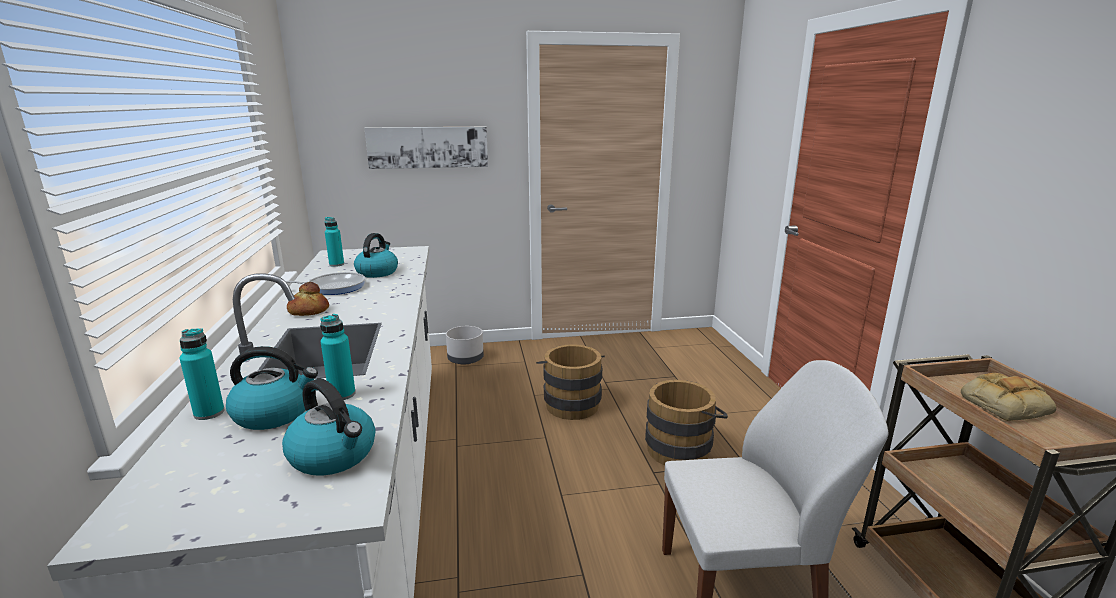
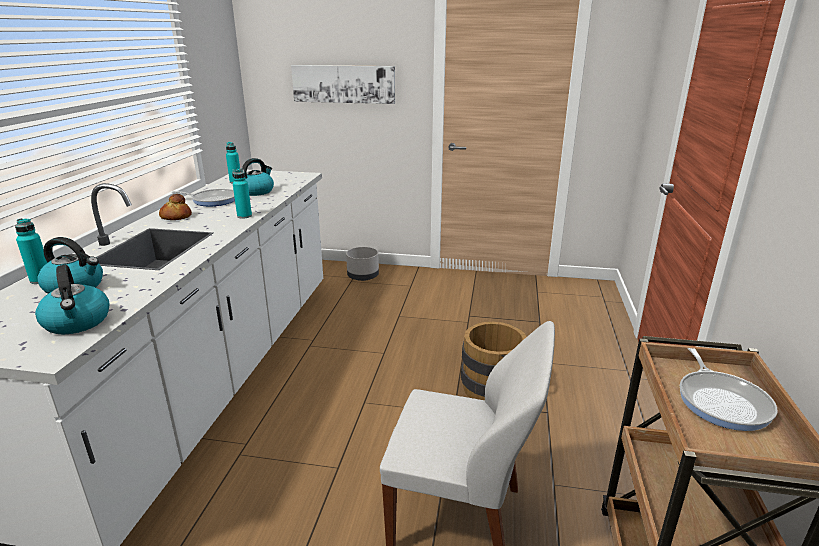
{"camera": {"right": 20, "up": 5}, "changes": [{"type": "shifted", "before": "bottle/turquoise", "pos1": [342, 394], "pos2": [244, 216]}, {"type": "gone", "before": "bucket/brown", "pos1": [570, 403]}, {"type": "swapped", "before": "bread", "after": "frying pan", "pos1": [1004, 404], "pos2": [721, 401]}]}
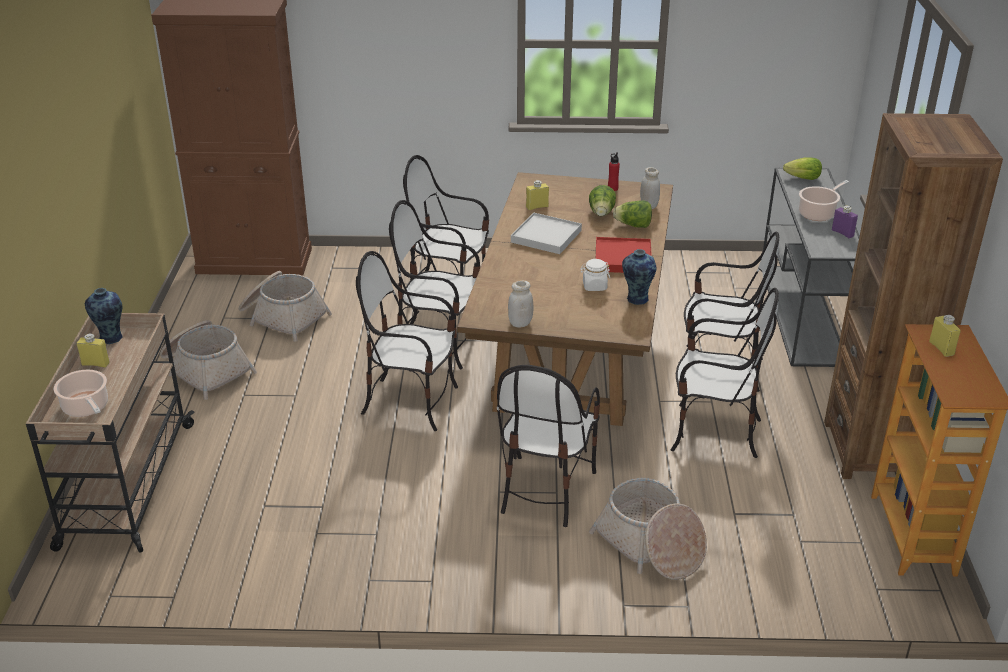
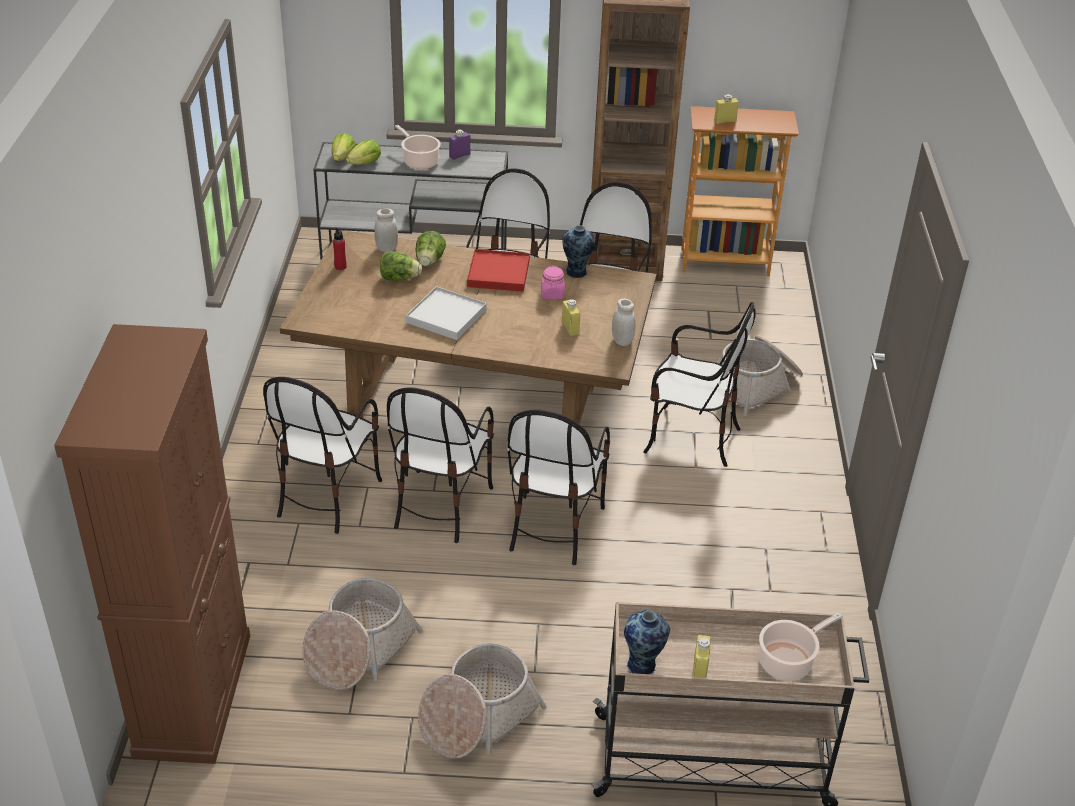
{"camera": {"right": -90, "up": 5}, "changes": [{"type": "shifted", "before": "bottle/yellow", "pos1": [537, 207], "pos2": [570, 328]}, {"type": "repainted", "before": "jar/white", "after": "jar/pink", "pos1": [594, 286], "pos2": [552, 294]}, {"type": "new", "after": "lettuce", "pos2": [365, 163]}]}
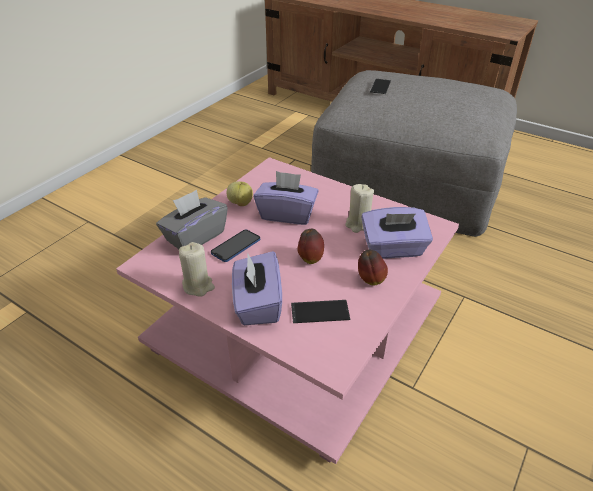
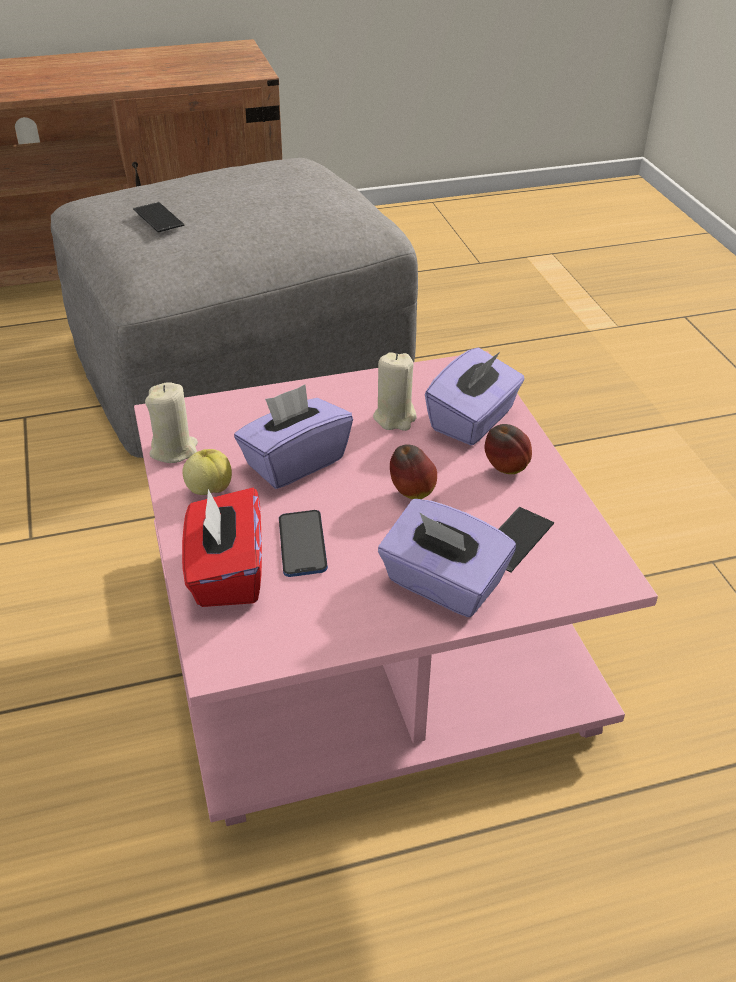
{"camera": {"right": -50, "up": 0}, "changes": [{"type": "repainted", "before": "tissue box/grey", "after": "tissue box/red", "pos1": [195, 236], "pos2": [226, 573]}, {"type": "shifted", "before": "candle/beige", "pos1": [198, 285], "pos2": [174, 450]}]}
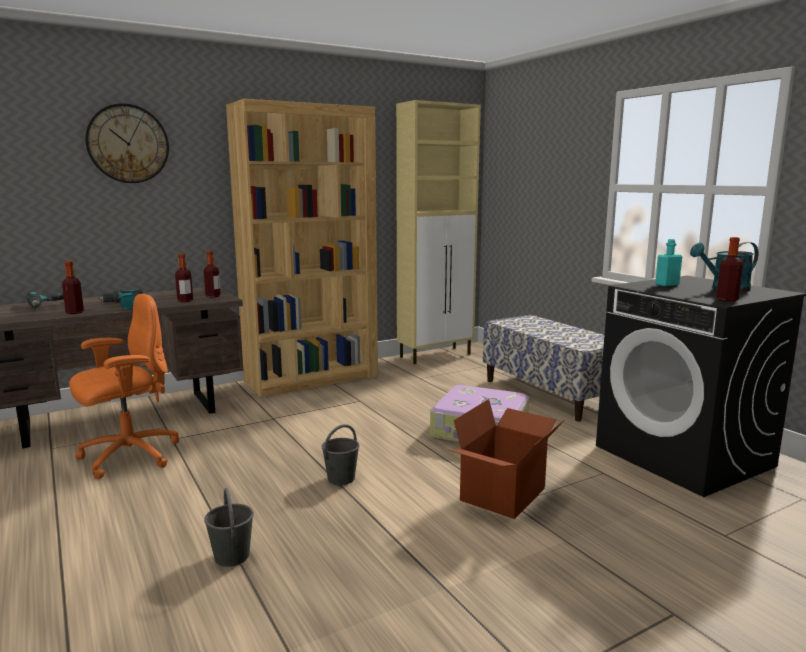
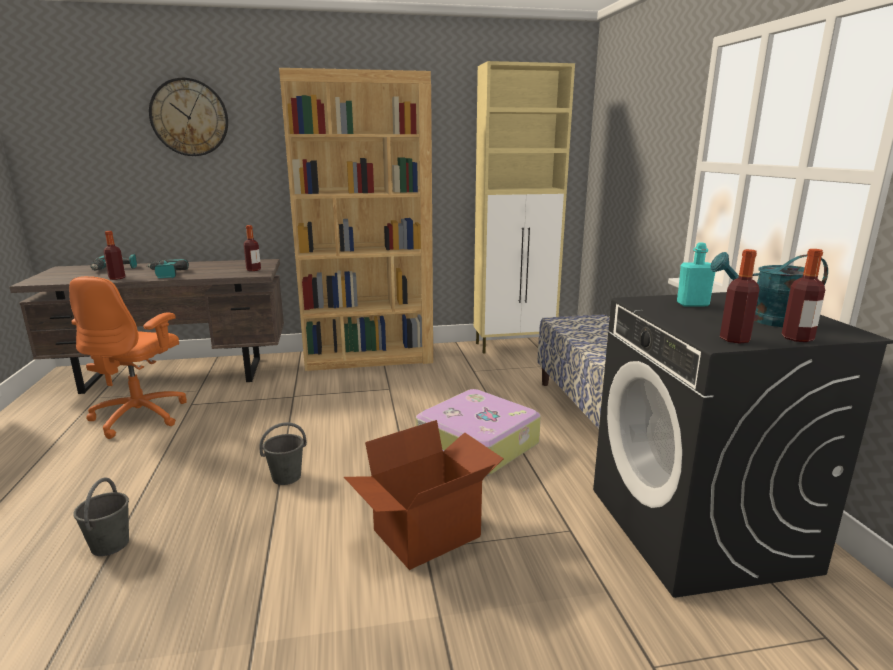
{"camera": {"right": 20, "up": 5}, "changes": [{"type": "rotated", "before": "office chair/orange", "pos1": [128, 456], "pos2": [141, 416], "turn": 120}, {"type": "shifted", "before": "bottle", "pos1": [185, 301], "pos2": [797, 338]}]}
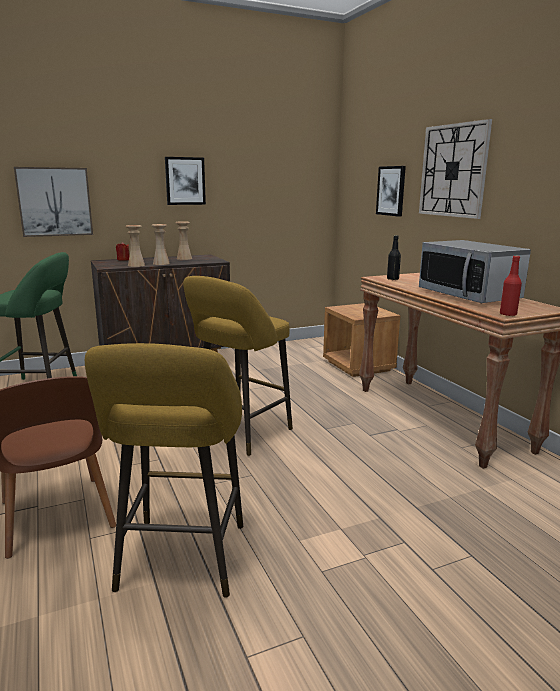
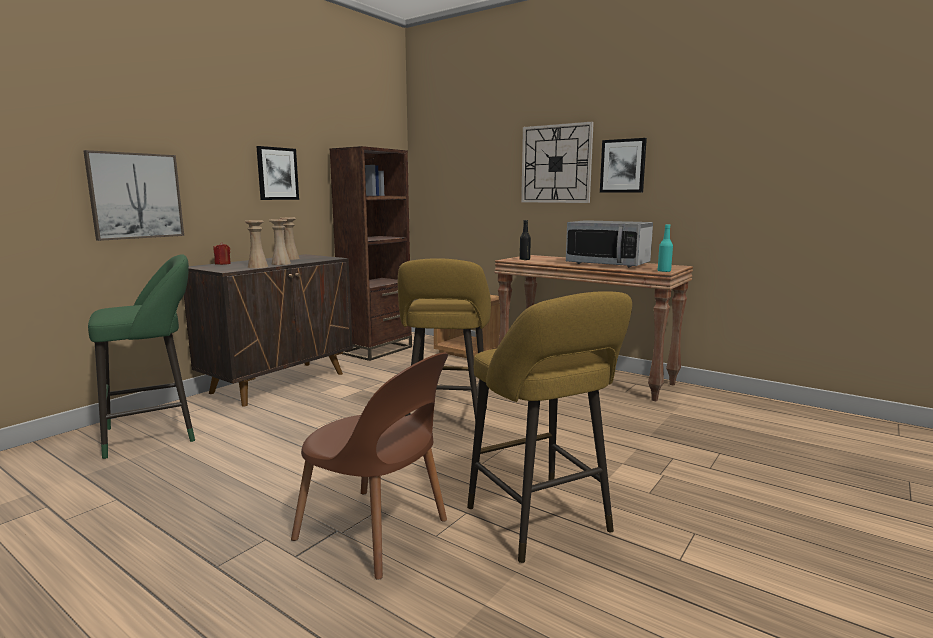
{"camera": {"right": -30, "up": -5}, "changes": [{"type": "shifted", "before": "picture", "pos1": [391, 191], "pos2": [623, 166]}, {"type": "repainted", "before": "bottle/red", "after": "bottle/turquoise", "pos1": [508, 314], "pos2": [664, 271]}, {"type": "new", "after": "bookcase/brown", "pos2": [376, 350]}]}
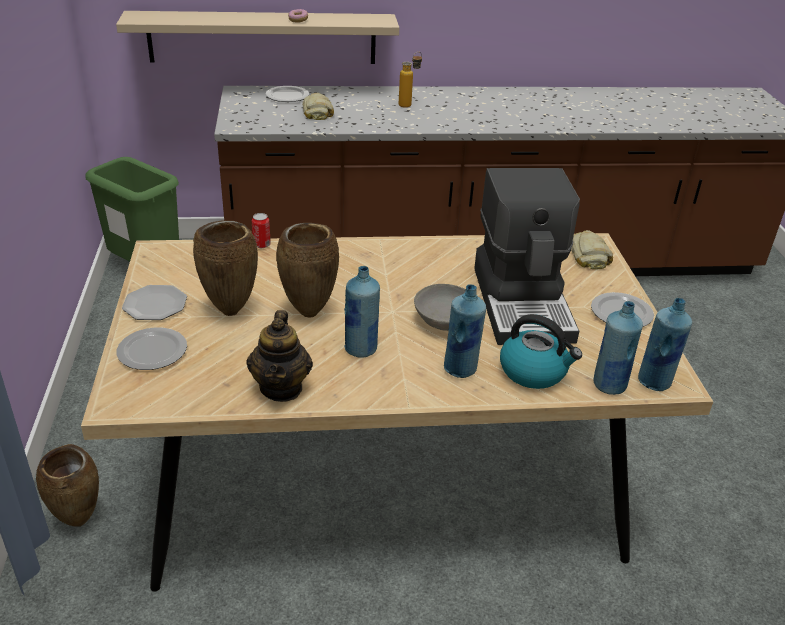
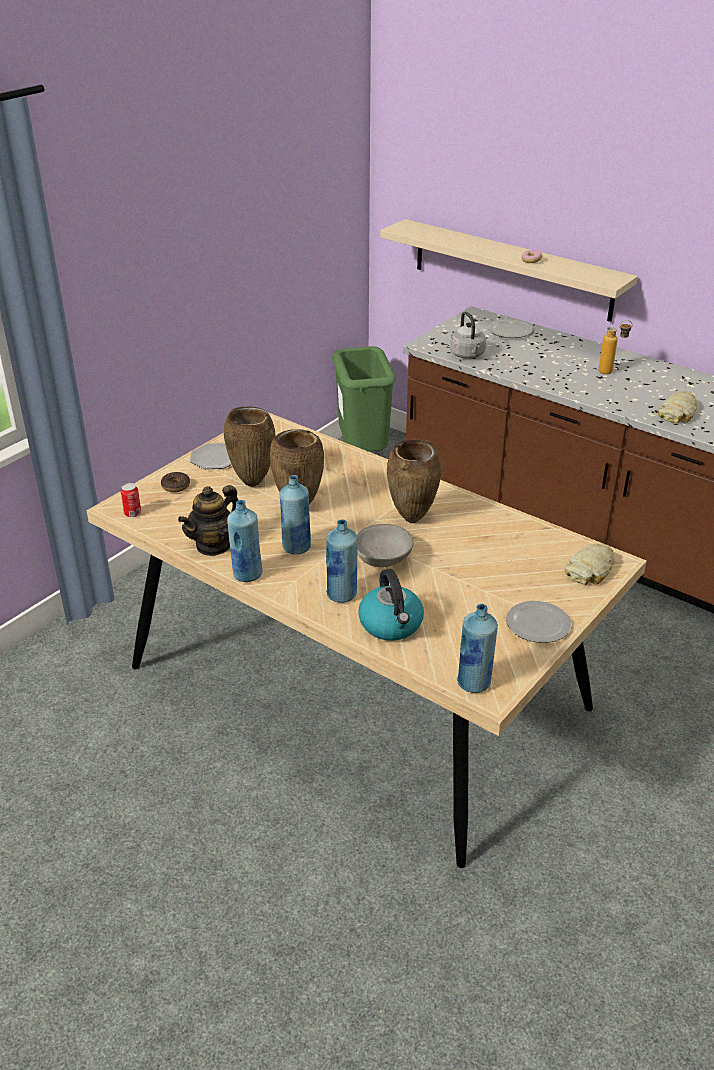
{"camera": {"right": 45, "up": 0}, "changes": [{"type": "shifted", "before": "vase/brown", "pos1": [80, 521], "pos2": [412, 520]}, {"type": "swapped", "before": "plate", "after": "donut", "pos1": [152, 350], "pos2": [175, 486]}, {"type": "shifted", "before": "can", "pos1": [261, 244], "pos2": [132, 513]}, {"type": "shifted", "before": "bread", "pos1": [318, 112], "pos2": [678, 412]}, {"type": "gone", "before": "coffee machine", "pos1": [524, 303]}, {"type": "shifted", "before": "bottle/blue", "pos1": [609, 385], "pos2": [247, 574]}, {"type": "new", "after": "kettle/grey", "pos2": [468, 355]}]}
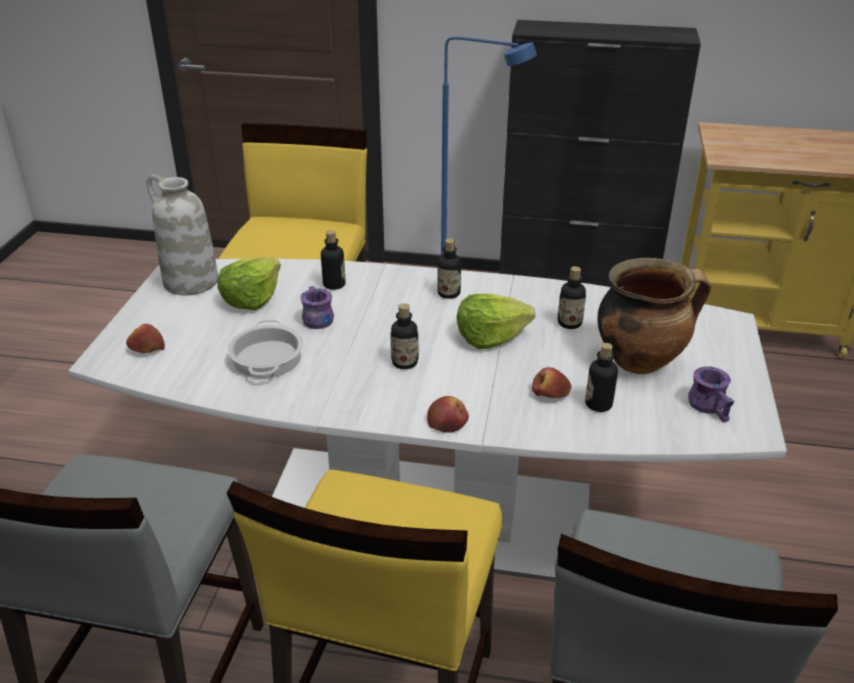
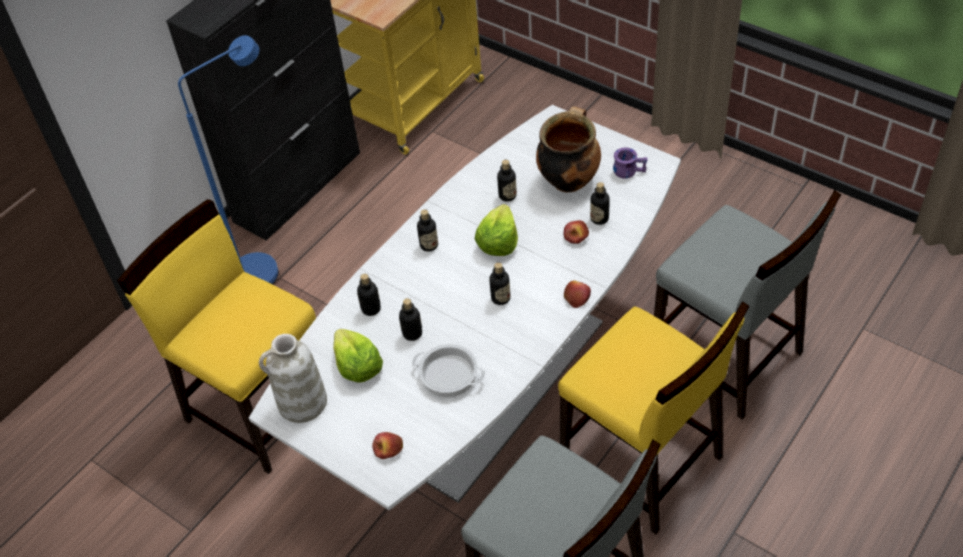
{"camera": {"right": -60, "up": 15}, "changes": [{"type": "swapped", "before": "mug/purple", "after": "bottle", "pos1": [315, 318], "pos2": [412, 333]}]}
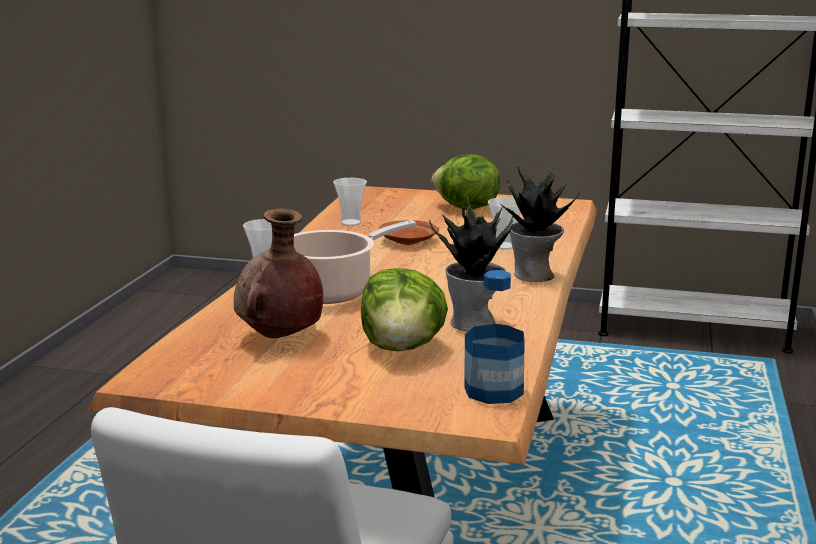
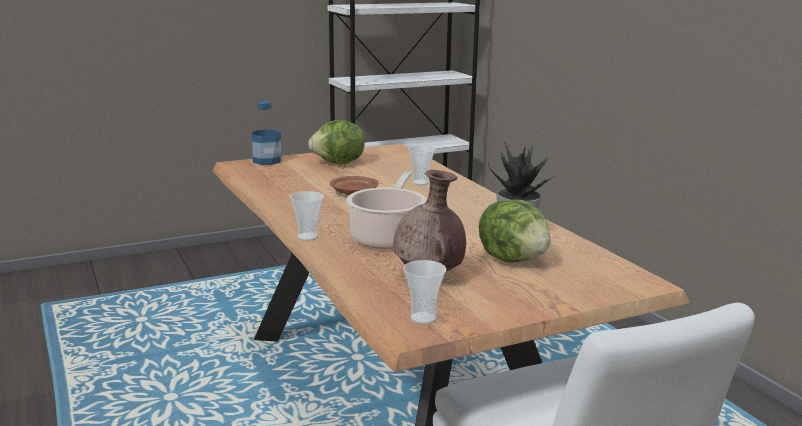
{"camera": {"right": -40, "up": 0}, "changes": [{"type": "shifted", "before": "cup", "pos1": [350, 223], "pos2": [423, 318]}, {"type": "shifted", "before": "bottle", "pos1": [493, 391], "pos2": [267, 161]}, {"type": "gone", "before": "potted plant", "pos1": [534, 276]}]}
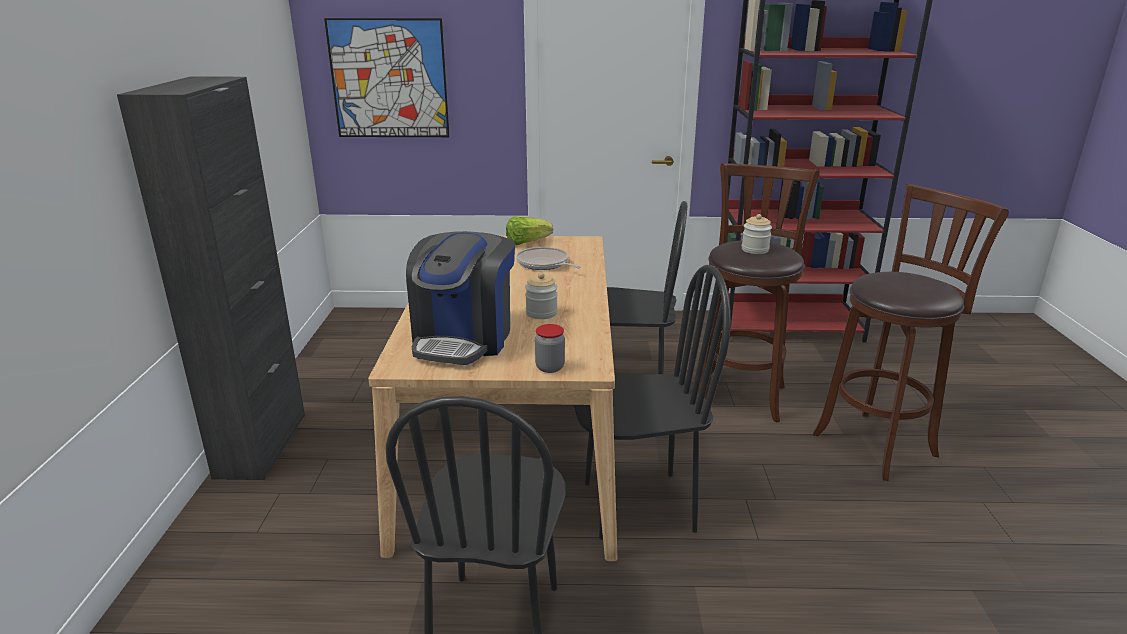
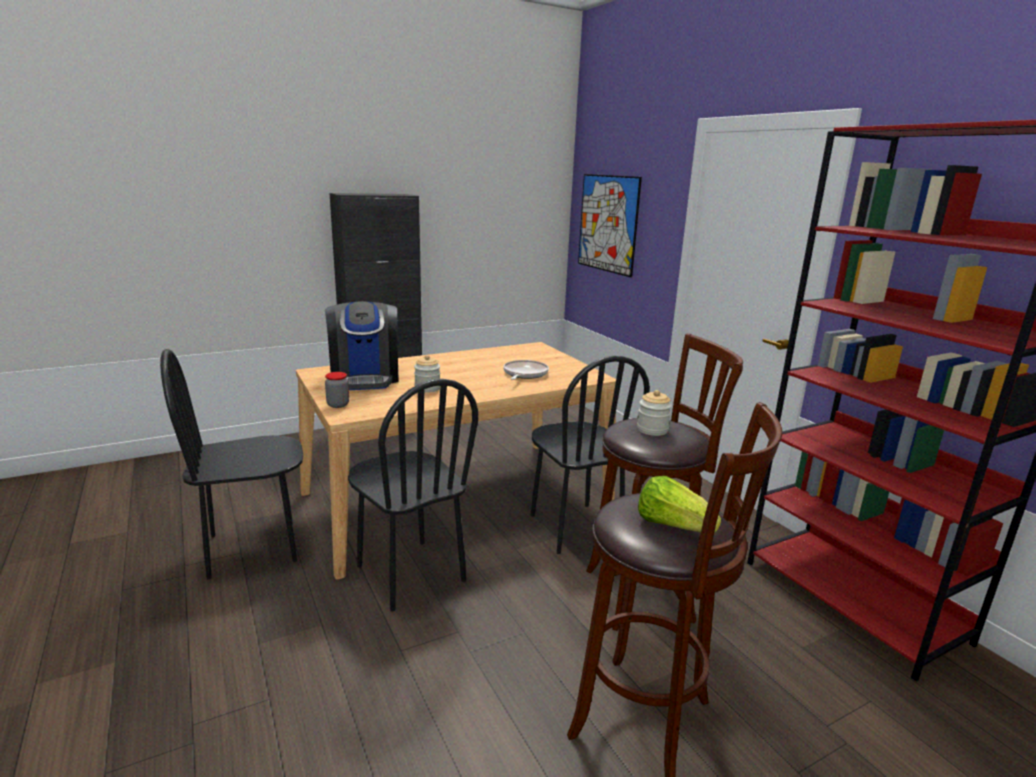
{"camera": {"right": 60, "up": -5}, "changes": [{"type": "rotated", "before": "coffee machine", "pos1": [464, 339], "pos2": [365, 377], "turn": -90}, {"type": "shifted", "before": "lettuce", "pos1": [526, 243], "pos2": [672, 525]}]}
